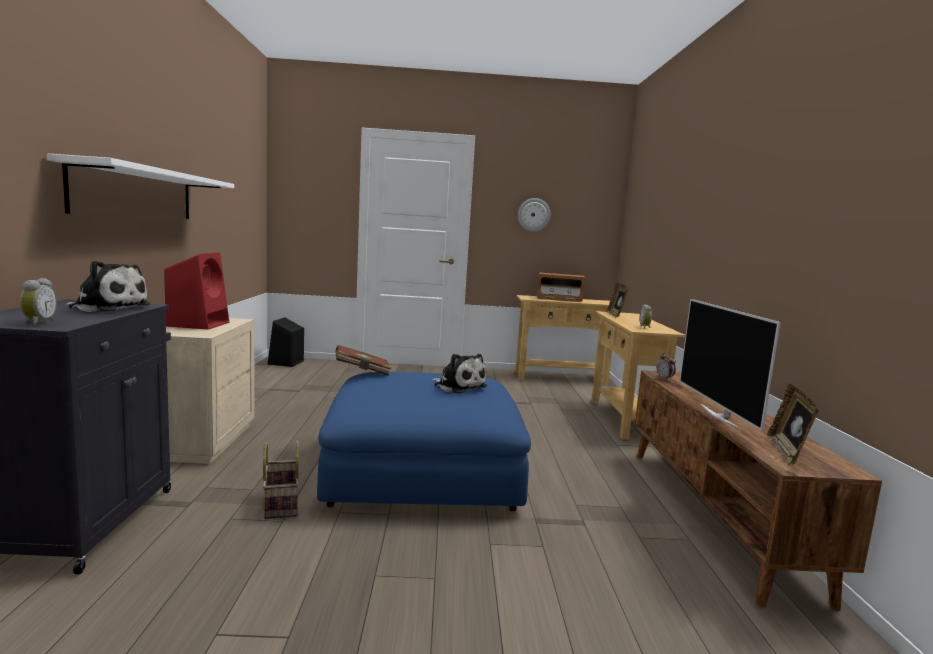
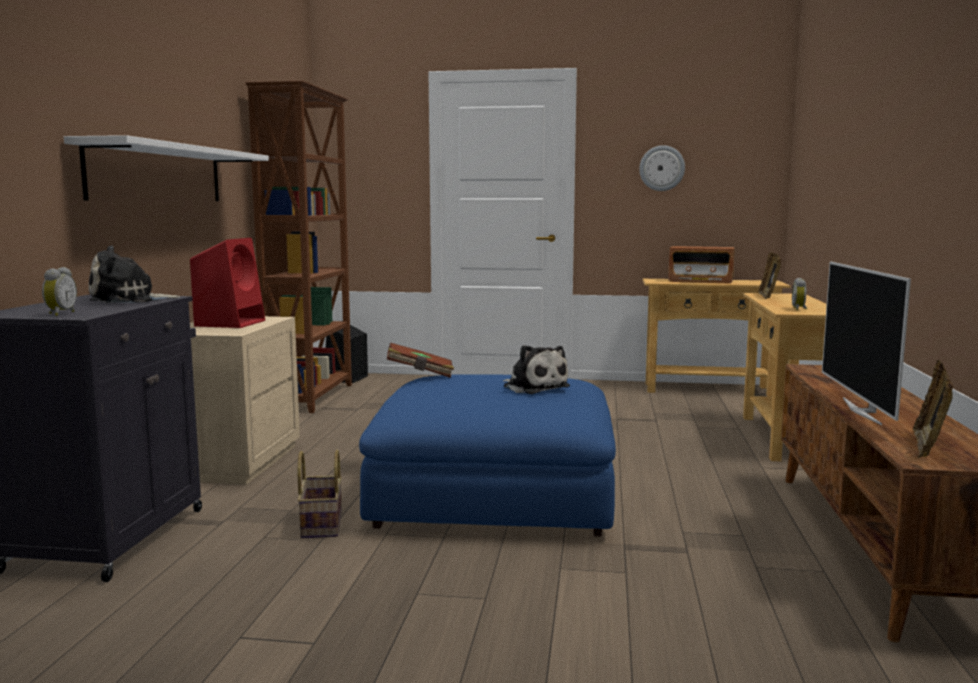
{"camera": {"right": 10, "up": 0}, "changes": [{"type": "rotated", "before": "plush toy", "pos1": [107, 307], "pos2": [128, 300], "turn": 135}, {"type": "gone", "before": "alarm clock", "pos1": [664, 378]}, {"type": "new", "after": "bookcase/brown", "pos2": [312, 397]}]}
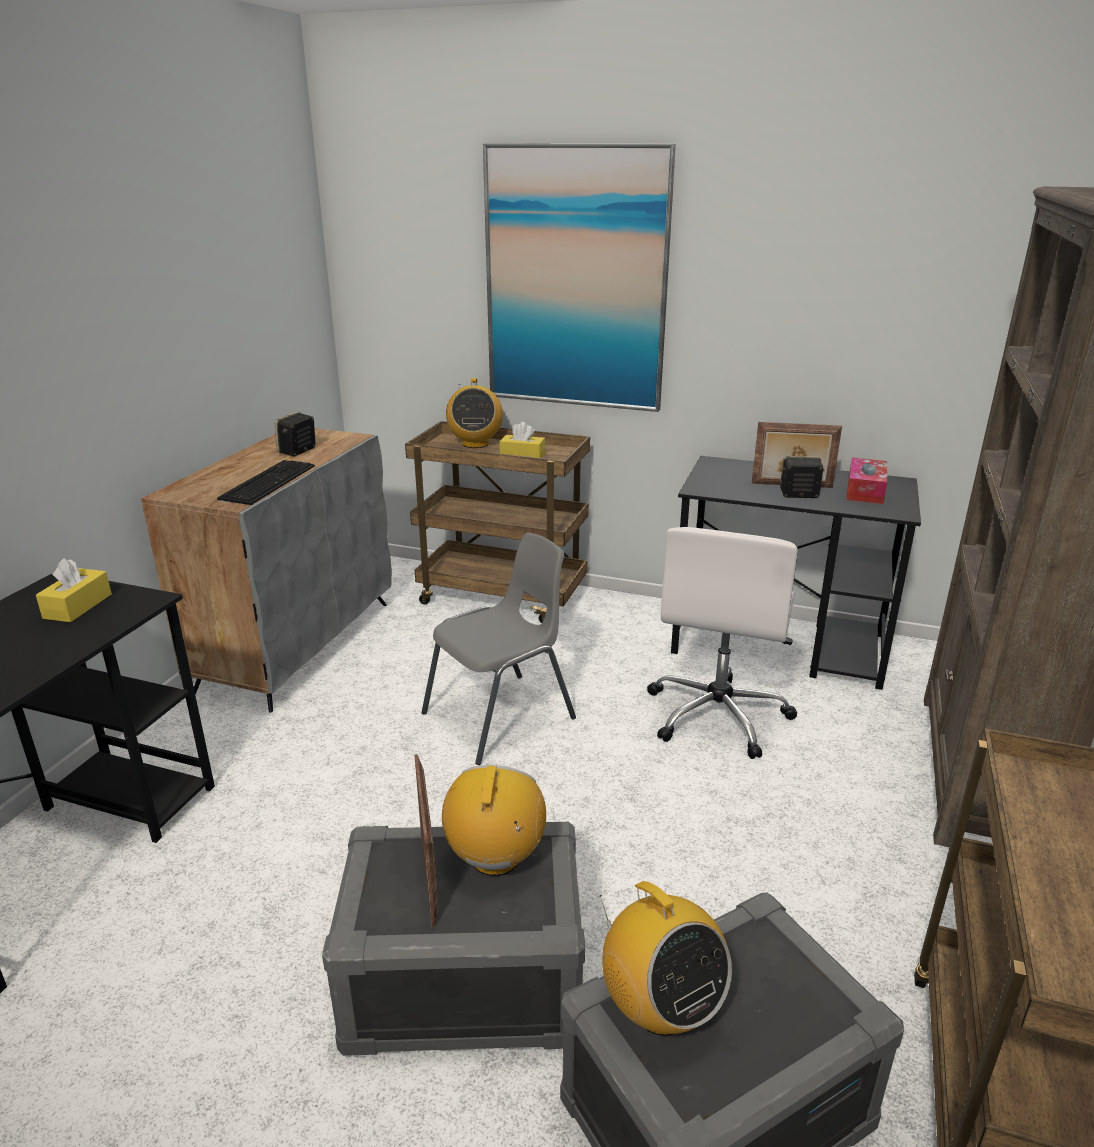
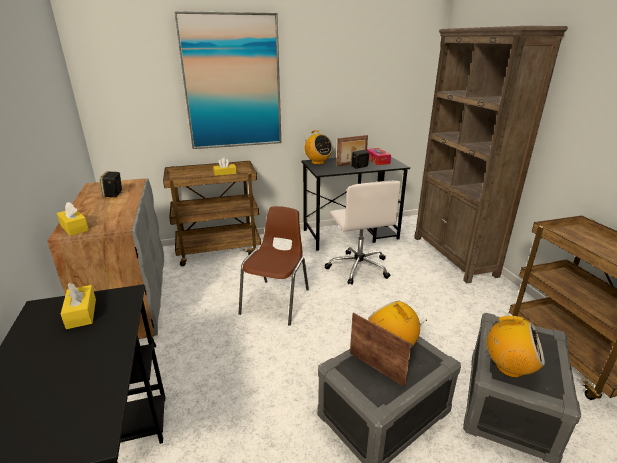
{"camera": {"right": -35, "up": 0}, "changes": [{"type": "gone", "before": "keyboard", "pos1": [267, 482]}, {"type": "repainted", "before": "chair/grey", "after": "chair/brown", "pos1": [502, 716], "pos2": [277, 301]}, {"type": "shifted", "before": "radio", "pos1": [475, 443], "pos2": [317, 162]}, {"type": "new", "after": "tissue box/yellow", "pos2": [74, 228]}]}
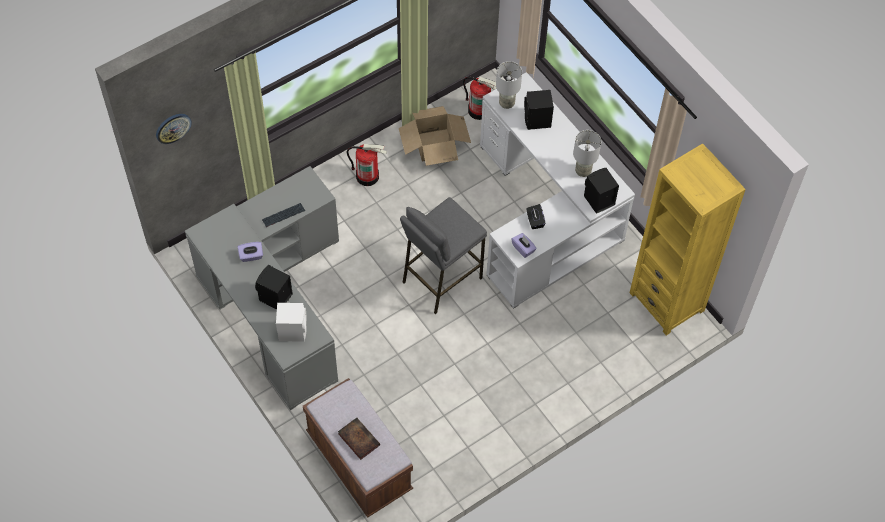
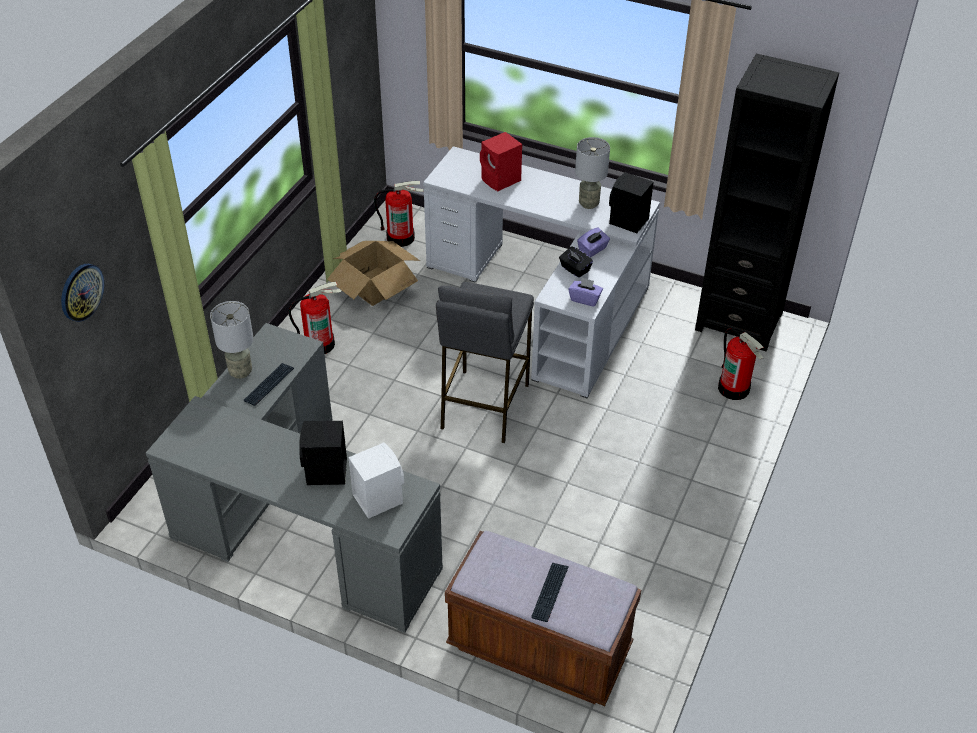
{"camera": {"right": -30, "up": -15}, "changes": [{"type": "shifted", "before": "tissue box/purple", "pos1": [251, 256], "pos2": [593, 250]}, {"type": "swapped", "before": "book", "after": "keyboard", "pos1": [357, 439], "pos2": [550, 592]}, {"type": "shifted", "before": "table lamp/grey", "pos1": [506, 103], "pos2": [240, 372]}, {"type": "repainted", "before": "speaker/black", "after": "speaker/red", "pos1": [537, 121], "pos2": [501, 180]}, {"type": "repainted", "before": "bookcase/yellow", "after": "bookcase/black", "pos1": [667, 301], "pos2": [739, 321]}, {"type": "new", "after": "fire extinguisher", "pos2": [734, 388]}]}
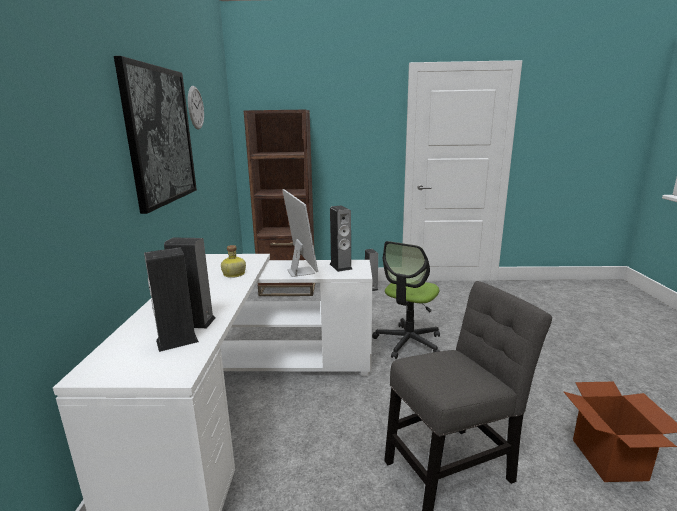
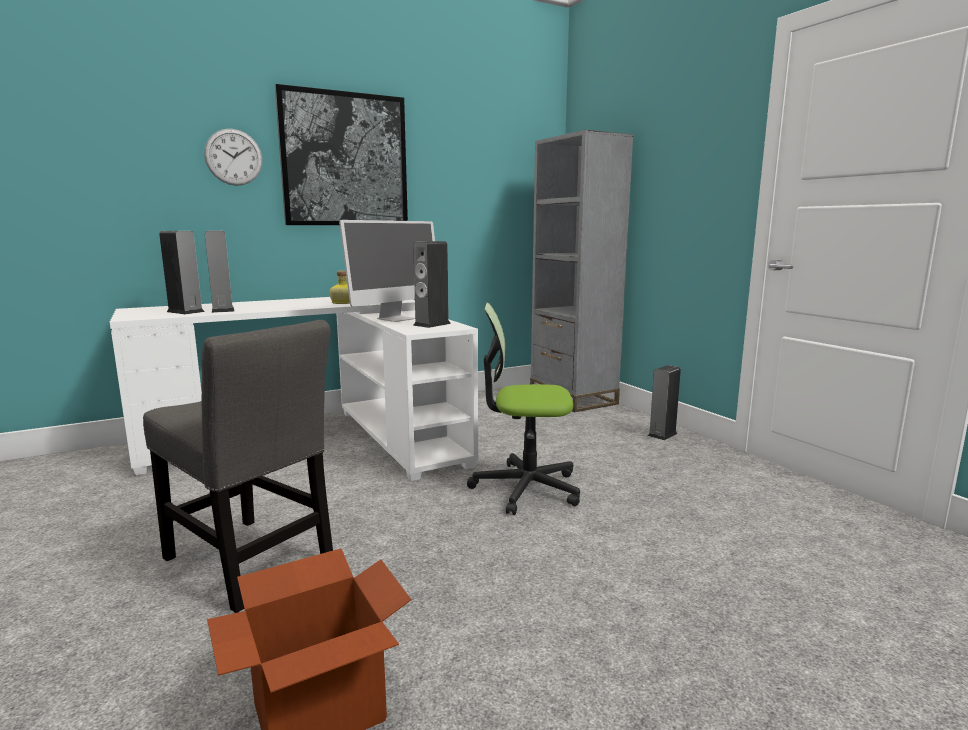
{"camera": {"right": 60, "up": -5}, "changes": [{"type": "shifted", "before": "wall clock", "pos1": [195, 108], "pos2": [233, 157]}, {"type": "repainted", "before": "bookcase/brown", "after": "bookcase/grey", "pos1": [288, 288], "pos2": [572, 398]}]}
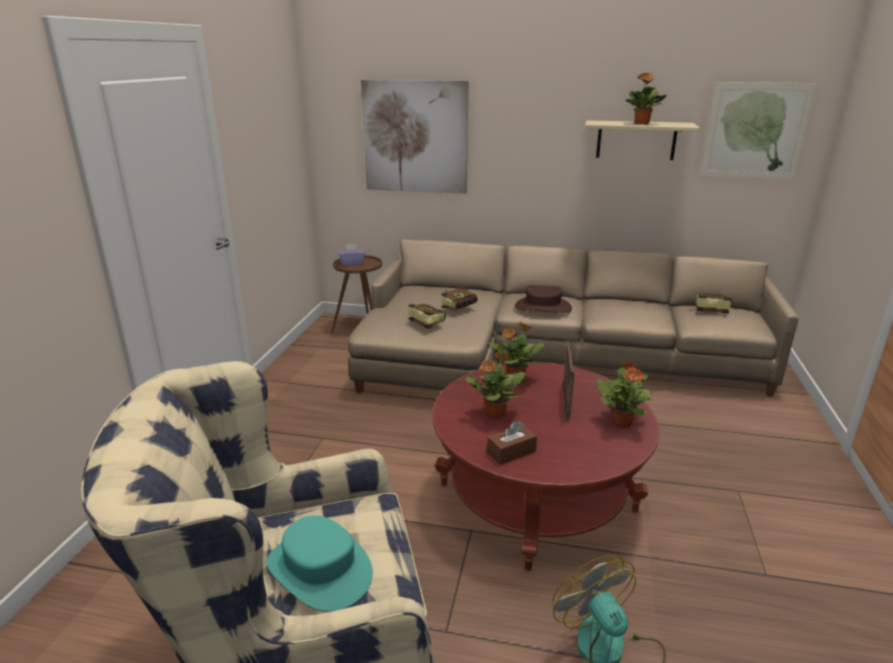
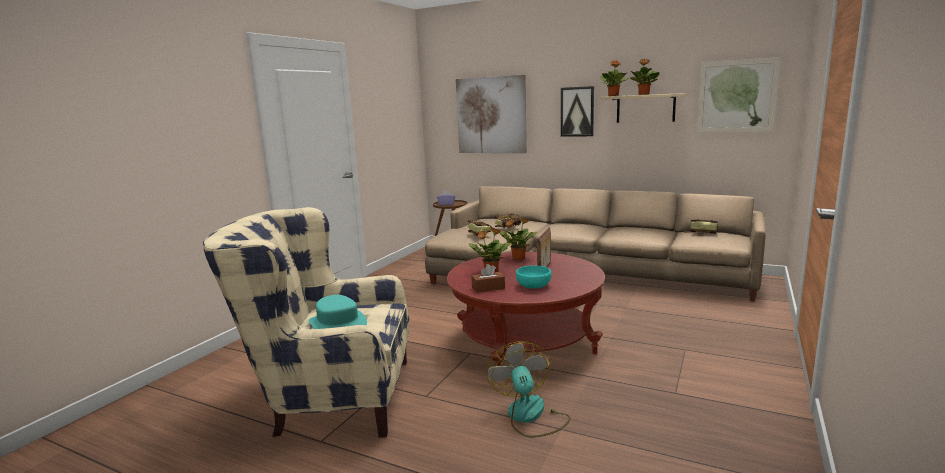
{"camera": {"right": 15, "up": -10}, "changes": [{"type": "gone", "before": "hat/brown", "pos1": [542, 307]}, {"type": "shifted", "before": "potted plant", "pos1": [621, 422], "pos2": [613, 96]}, {"type": "new", "after": "bowl/turquoise", "pos2": [533, 285]}, {"type": "new", "after": "picture", "pos2": [577, 111]}]}
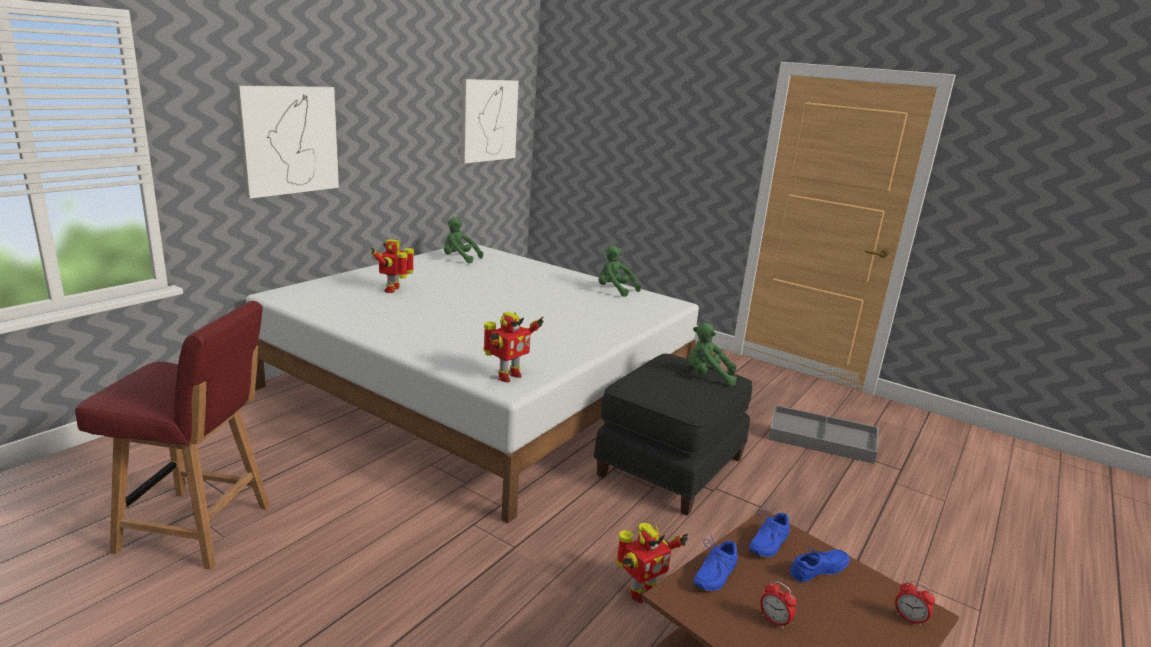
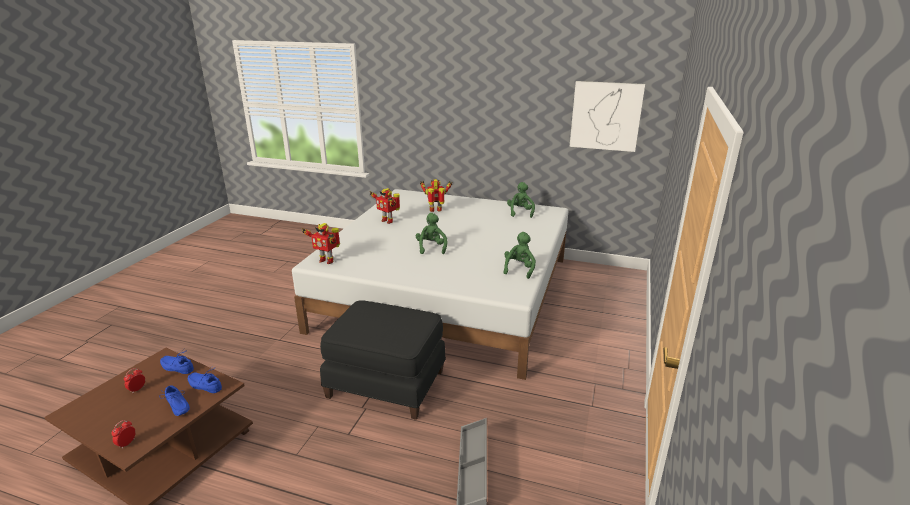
{"camera": {"right": 75, "up": 5}, "changes": [{"type": "gone", "before": "chair/red", "pos1": [198, 529]}, {"type": "gone", "before": "picture", "pos1": [289, 140]}, {"type": "shifted", "before": "toy robot", "pos1": [640, 592], "pos2": [387, 221]}, {"type": "shifted", "before": "plush toy/green", "pos1": [707, 376], "pos2": [431, 248]}]}
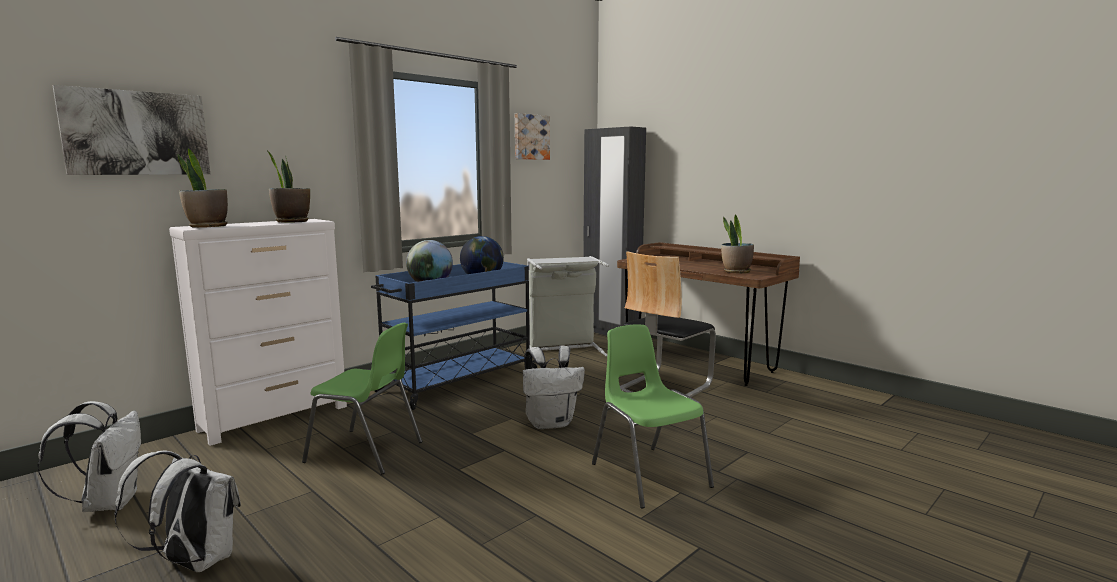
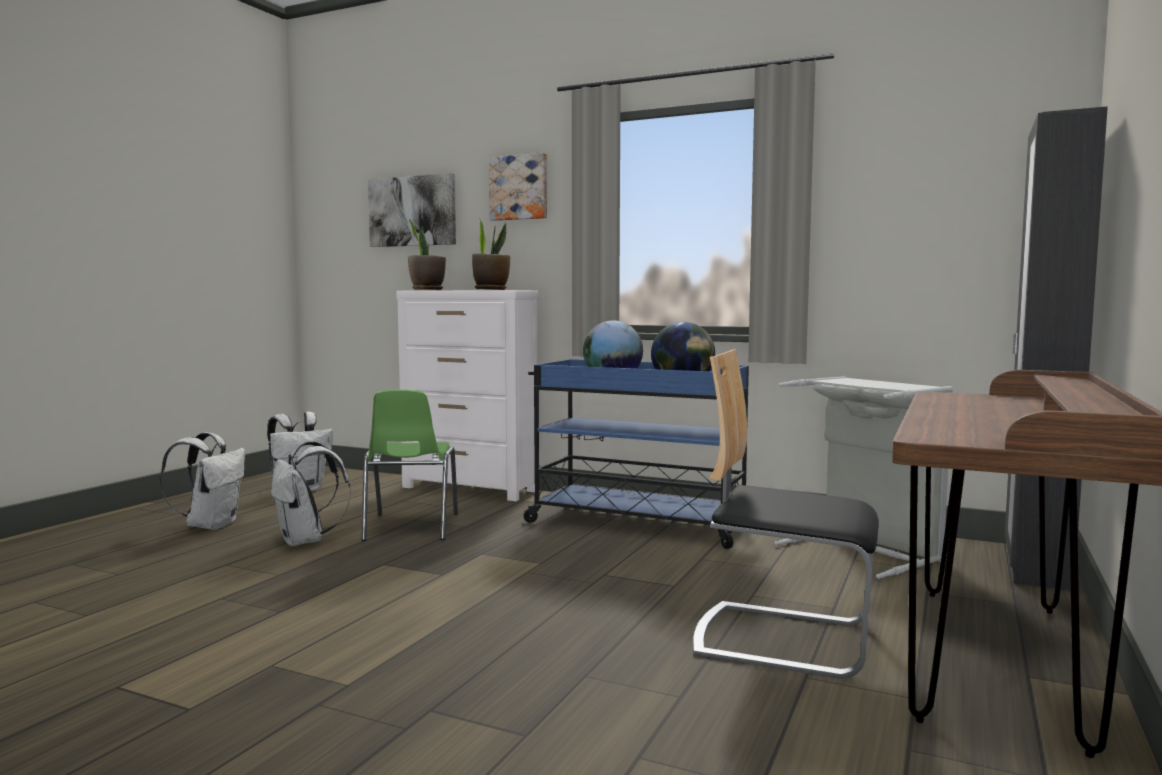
{"camera": {"right": 70, "up": -5}, "changes": [{"type": "shifted", "before": "picture", "pos1": [530, 137], "pos2": [519, 188]}, {"type": "shifted", "before": "backpack/white", "pos1": [551, 423], "pos2": [305, 541]}, {"type": "gone", "before": "chair/green", "pos1": [648, 474]}, {"type": "gone", "before": "potted plant", "pos1": [736, 272]}]}
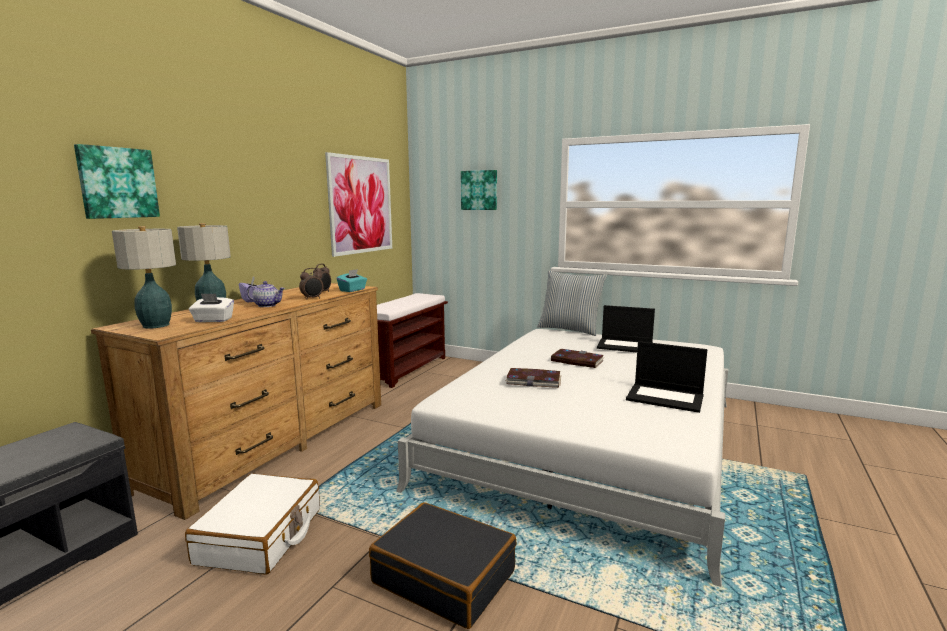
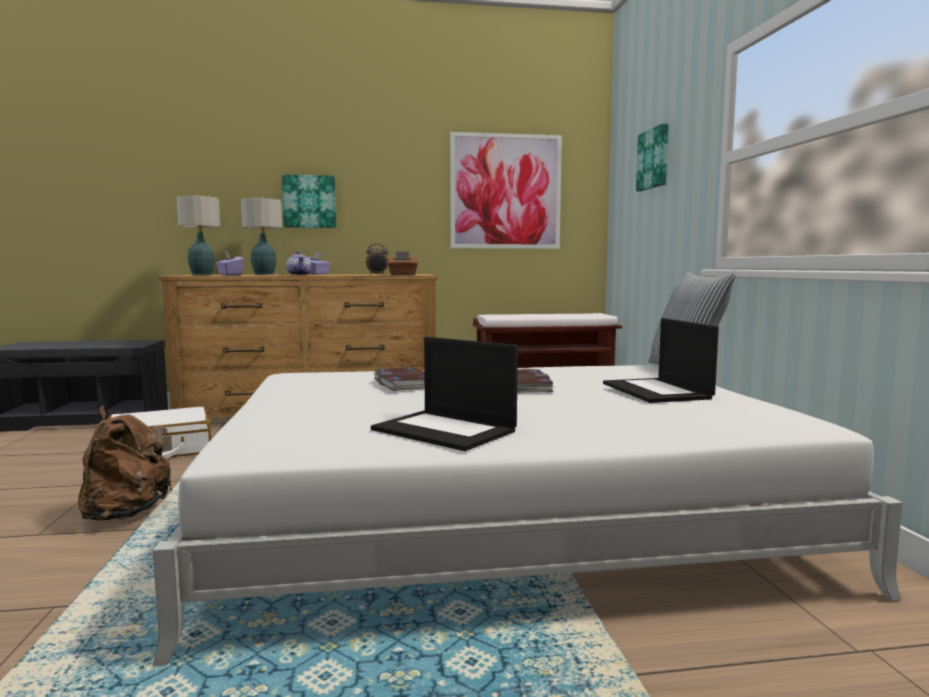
{"camera": {"right": 55, "up": -5}, "changes": [{"type": "shifted", "before": "picture", "pos1": [117, 183], "pos2": [309, 201]}, {"type": "repainted", "before": "tissue box/white", "after": "tissue box/purple", "pos1": [213, 320], "pos2": [230, 275]}, {"type": "gone", "before": "alarm clock", "pos1": [312, 298]}, {"type": "repainted", "before": "tissue box/turquoise", "after": "tissue box/brown", "pos1": [352, 290], "pos2": [402, 275]}, {"type": "swapped", "before": "suitcase/black", "after": "backpack/brown", "pos1": [444, 576], "pos2": [126, 514]}, {"type": "rotated", "before": "laptop", "pos1": [666, 397], "pos2": [446, 430], "turn": -45}]}
